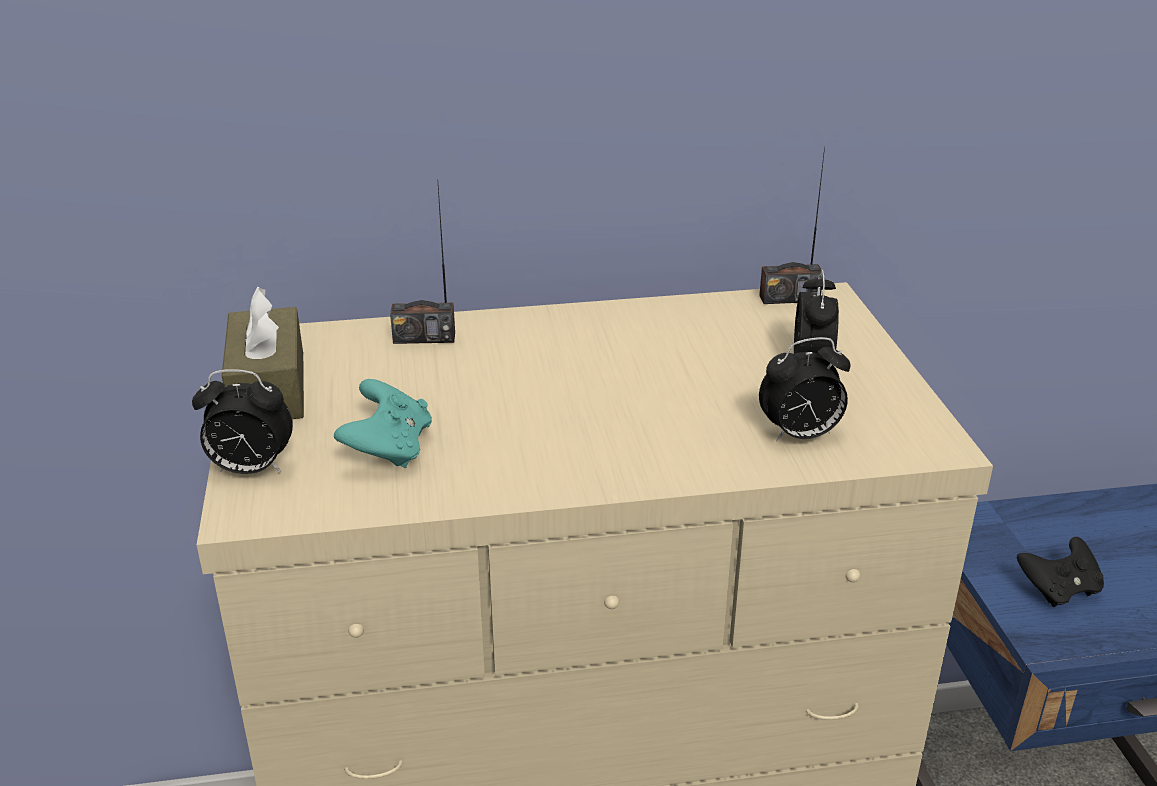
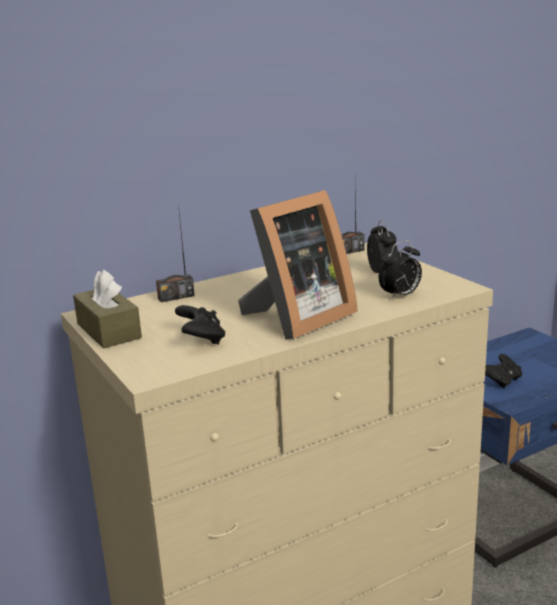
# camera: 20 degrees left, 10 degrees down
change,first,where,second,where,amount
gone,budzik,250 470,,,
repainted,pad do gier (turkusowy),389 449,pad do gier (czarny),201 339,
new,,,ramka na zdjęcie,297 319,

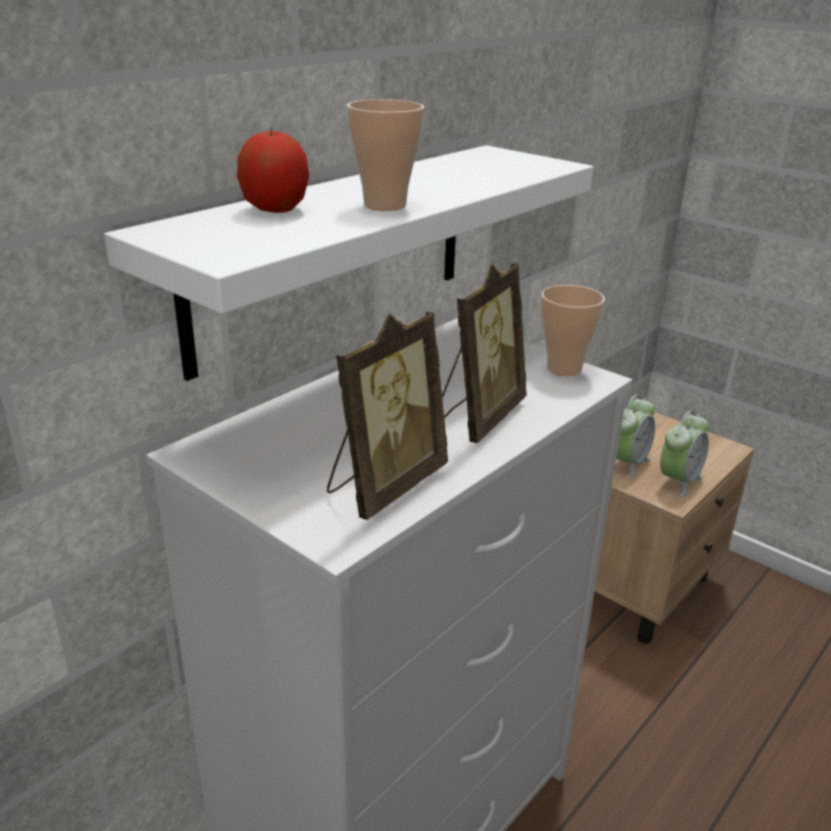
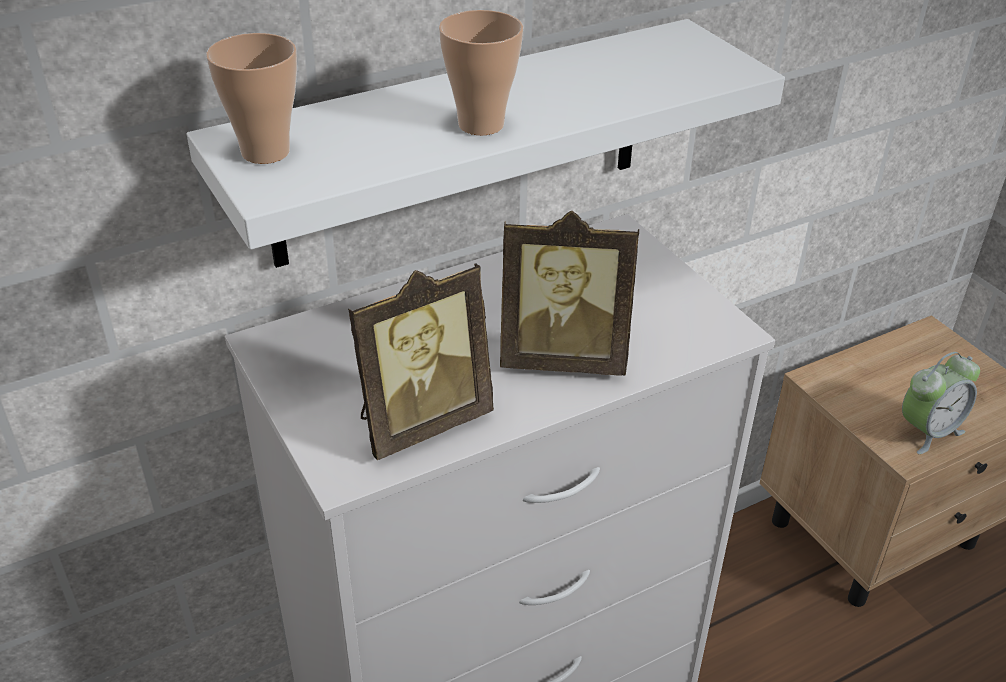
# camera: 20 degrees right, 10 degrees up
change,first,where,second,where,amount
gone,jabłko,275 209,,,
rotated,ramka na zdjęcie,477 417,,563 358,45 degrees clockwise
shifted,filiżanka,564 368,,265 152,
gone,budzik,627 463,,,

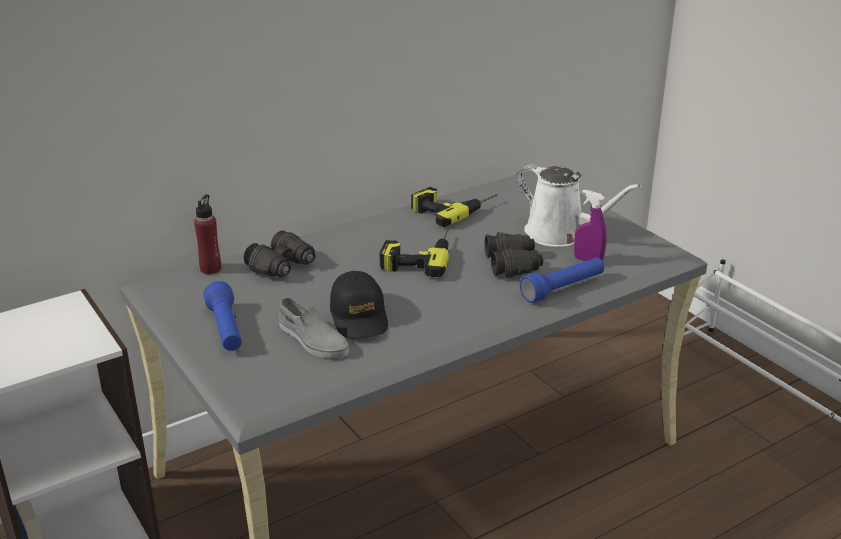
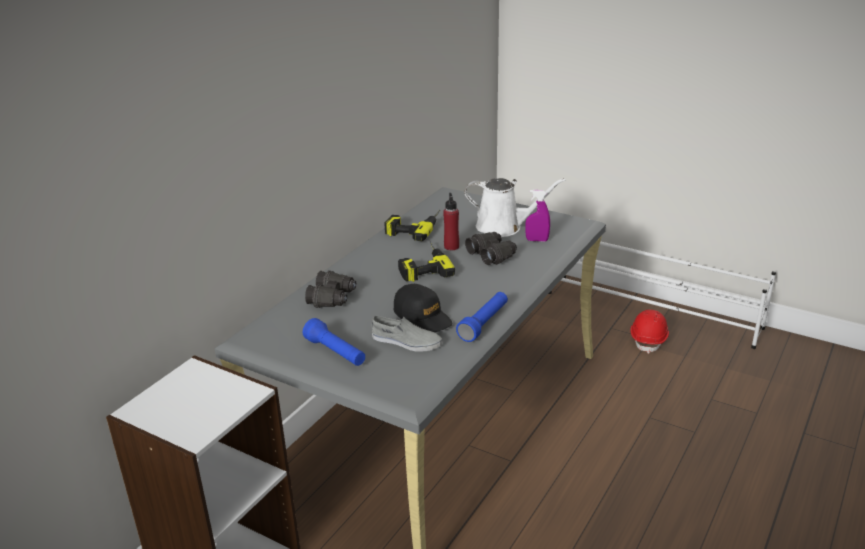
# camera: 25 degrees left, 0 degrees up
change,first,where,second,where,amount
shifted,butelka (czerwony),211 269,,451 246,
shifted,latarka (niebieski),563 289,,484 323,
new,,,kask (czerwony),649 339,

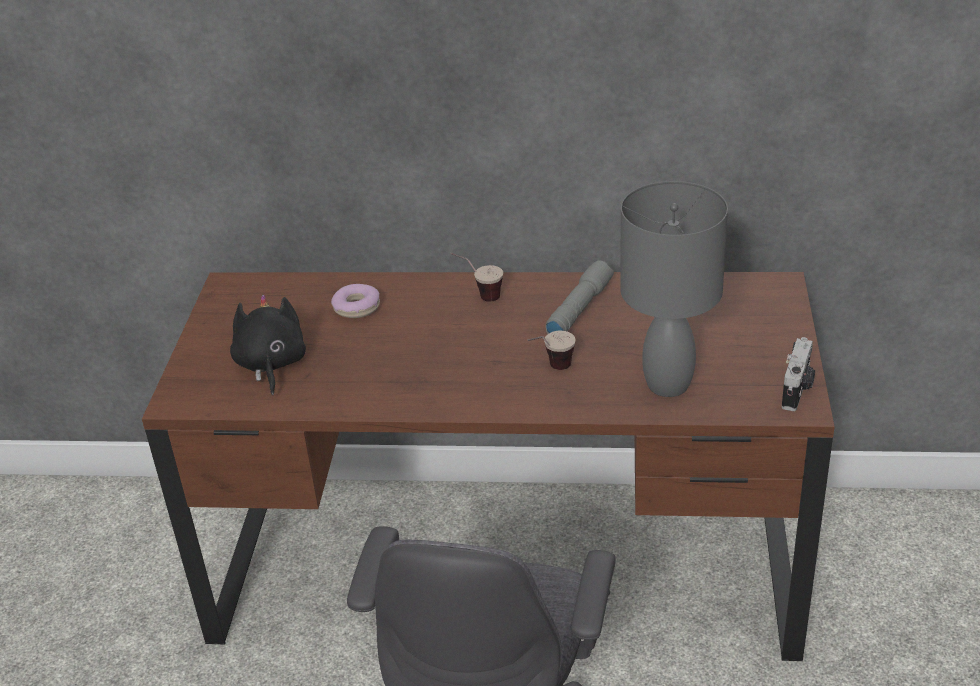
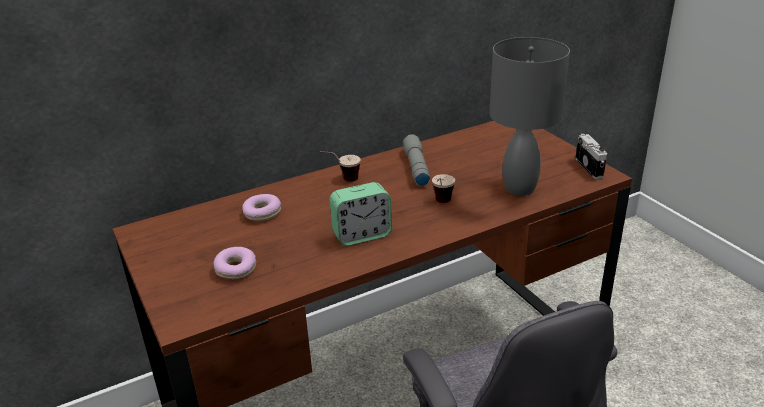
# camera: 35 degrees left, 5 degrees down
change,first,where,second,where,amount
swapped,pluszak (czarny),271 365,donut,235 269,
new,,,budzik,362 235,

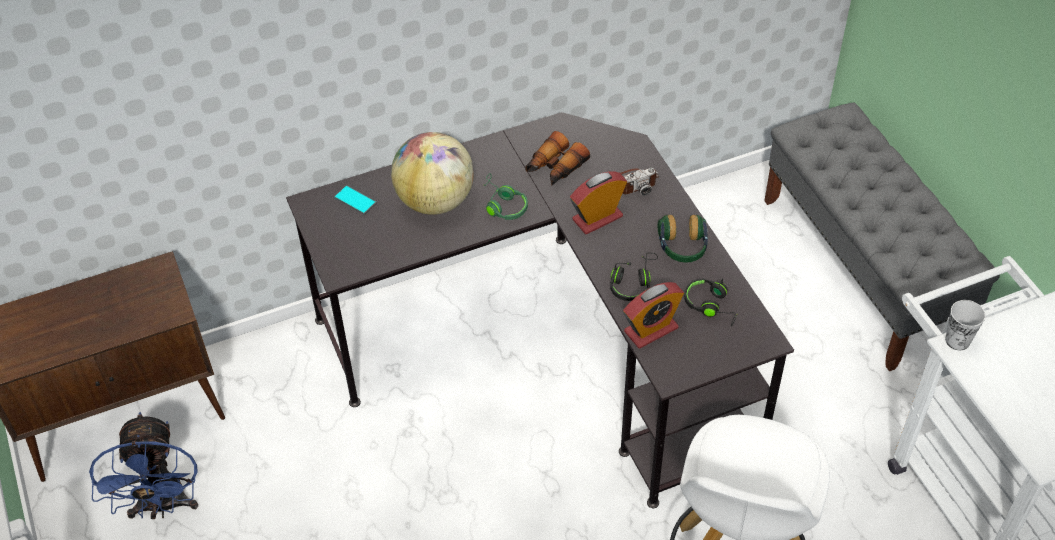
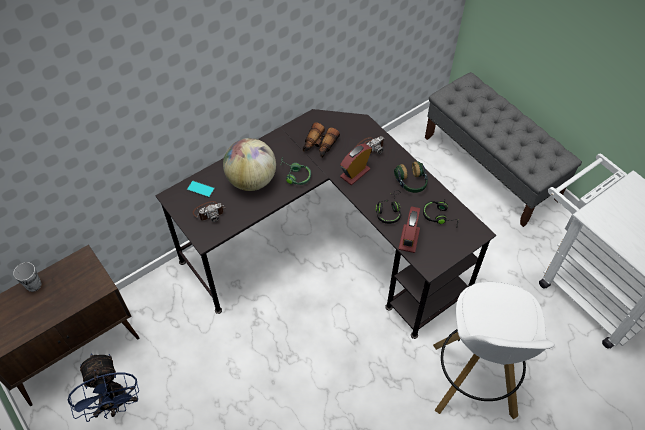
# camera: 15 degrees left, 5 degrees up
change,first,where,second,where,amount
rotated,budzik,651 330,,409 239,150 degrees clockwise
shifted,filiżanka,957 340,,33 285,
new,,,aparat fotograficzny,209 212,

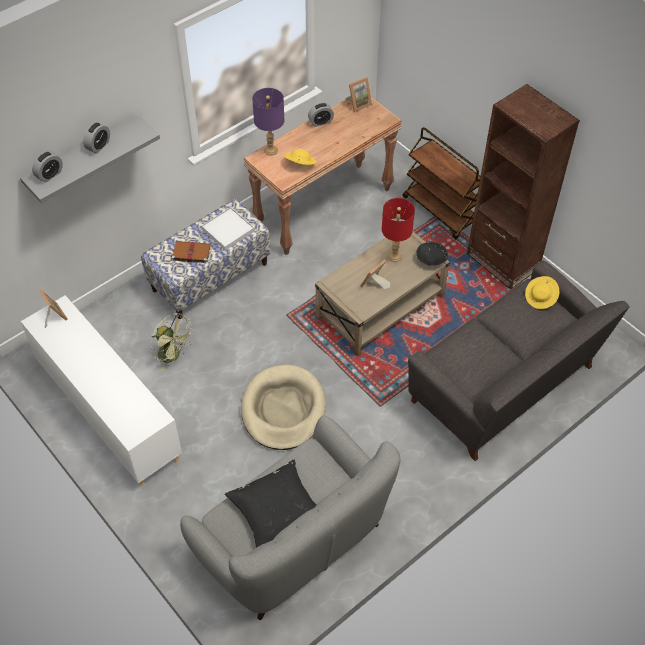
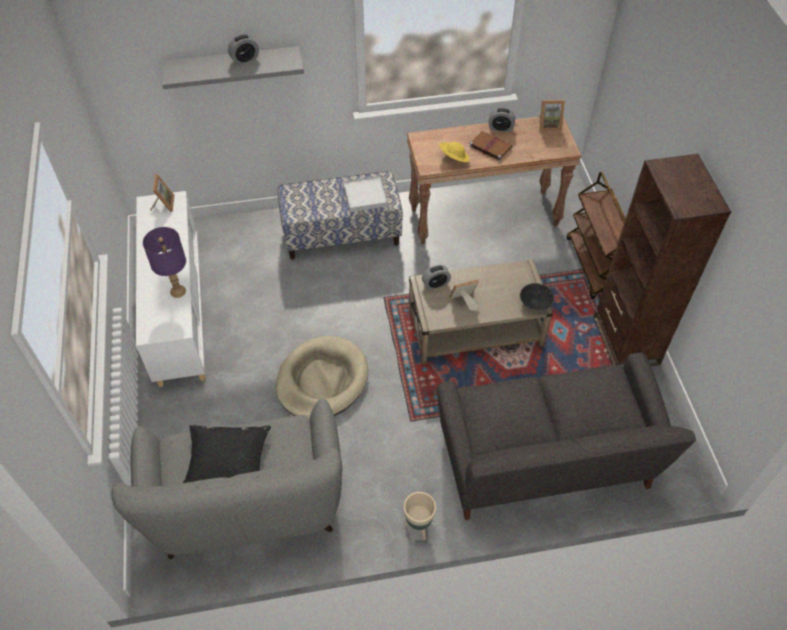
# camera: 30 degrees right, 0 degrees up
change,first,where,second,where,amount
shifted,budzik,49 175,,435 284,
gone,wentylator (zielony),173 355,,,
shifted,książka (brązowy),190 253,,489 146,
shifted,lampa stołowa (fioletowy),270 150,,177 291,
gone,lampa stołowa (czerwony),394 257,,,
gone,kapelusz (żółty),541 298,,,
new,,,donica (beżowy),418 526,

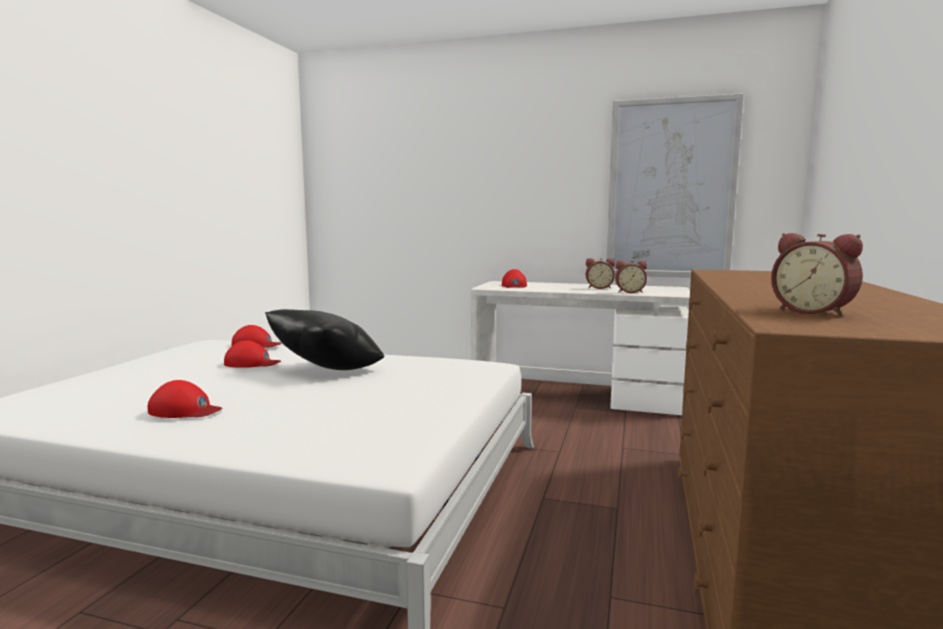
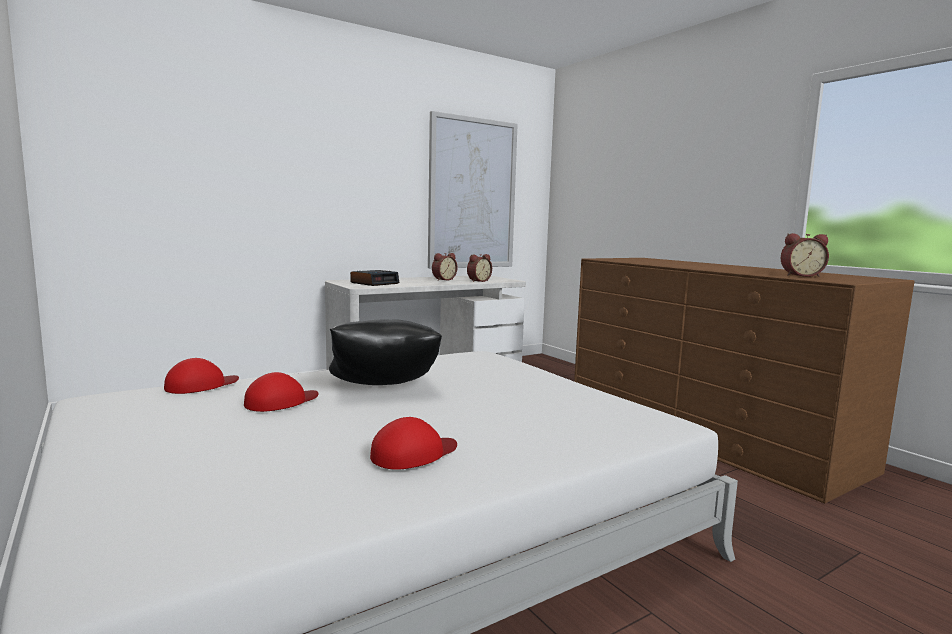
# camera: 50 degrees left, 0 degrees up
change,first,where,second,where,amount
swapped,czapka z daszkiem (czerwony),514 286,budzik,375 283,

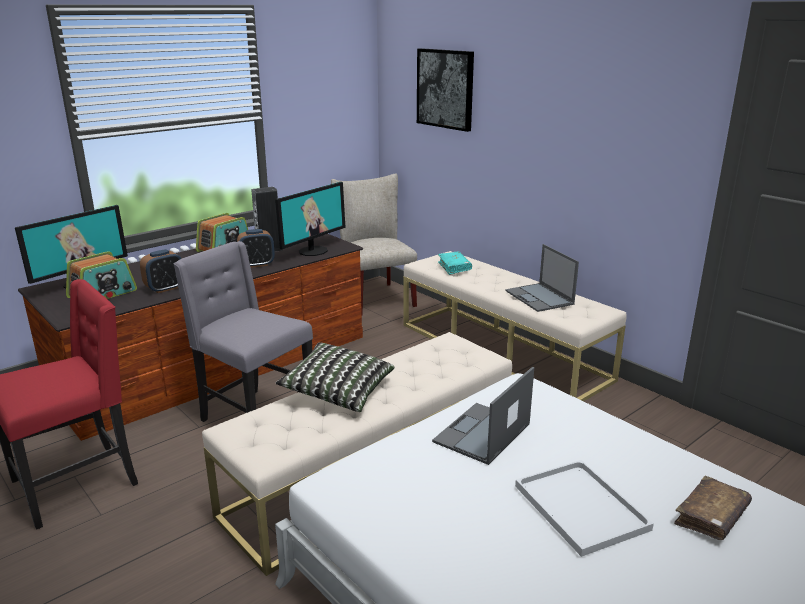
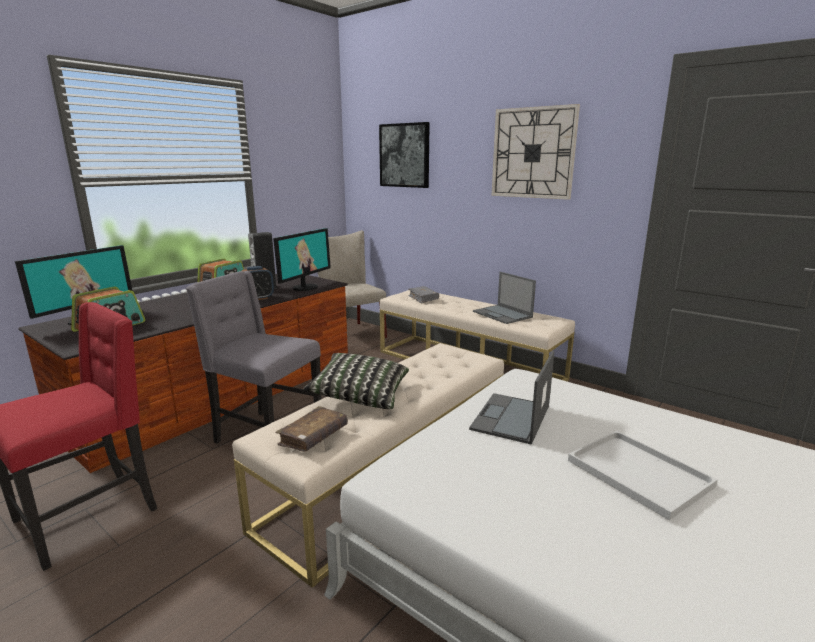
# camera: 10 degrees left, 5 degrees down
change,first,where,second,where,amount
gone,budzik,165 288,,,
repainted,książka (turkusowy),454 267,książka (szary),423 298,
shifted,książka (brązowy),711 517,,313 437,
new,,,zegar ścienny,533 153,

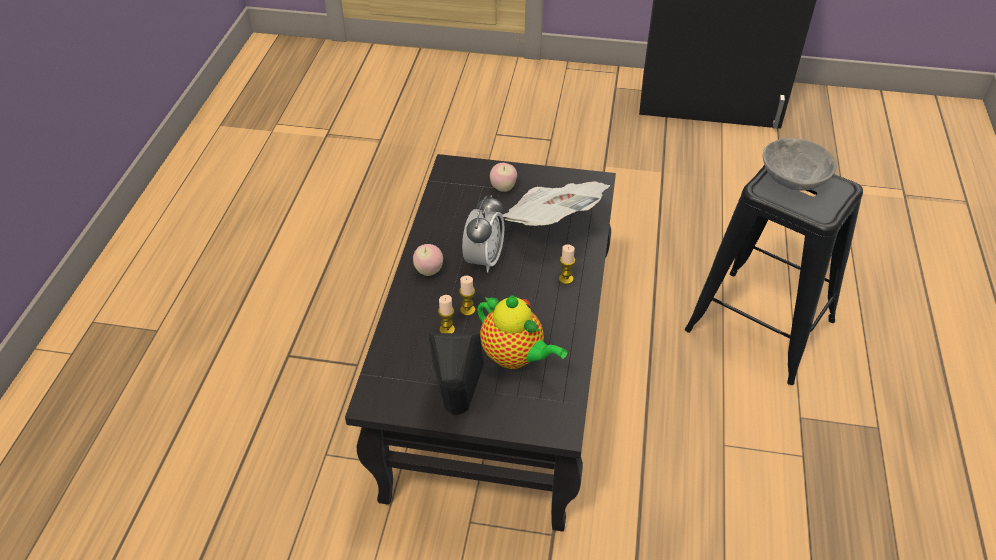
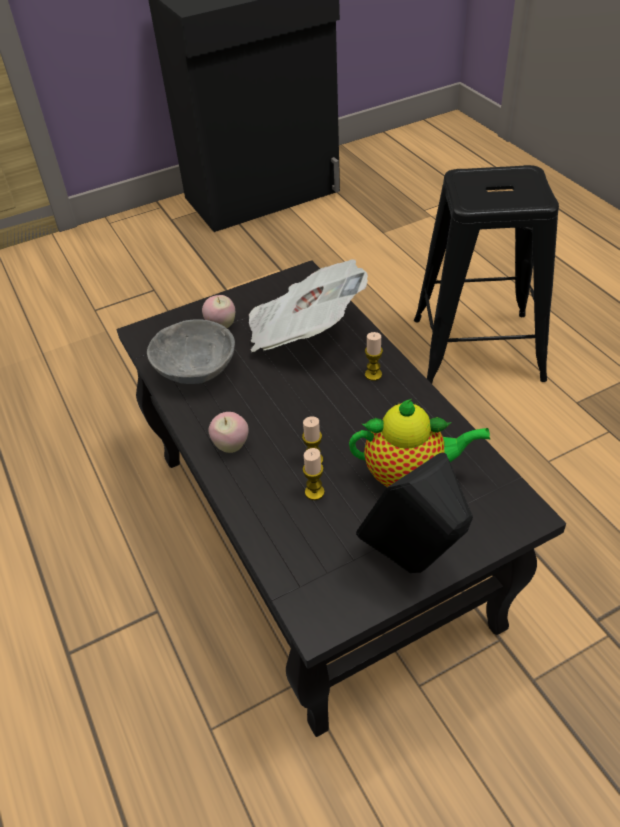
# camera: 35 degrees left, 0 degrees up
change,first,where,second,where,amount
gone,budzik,484 259,,,
shifted,miska (szary),792 179,,194 370,

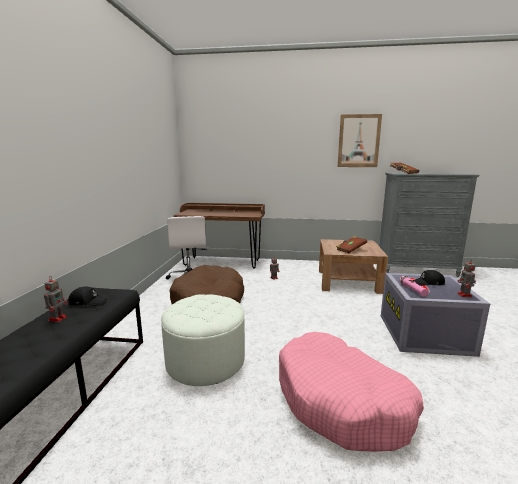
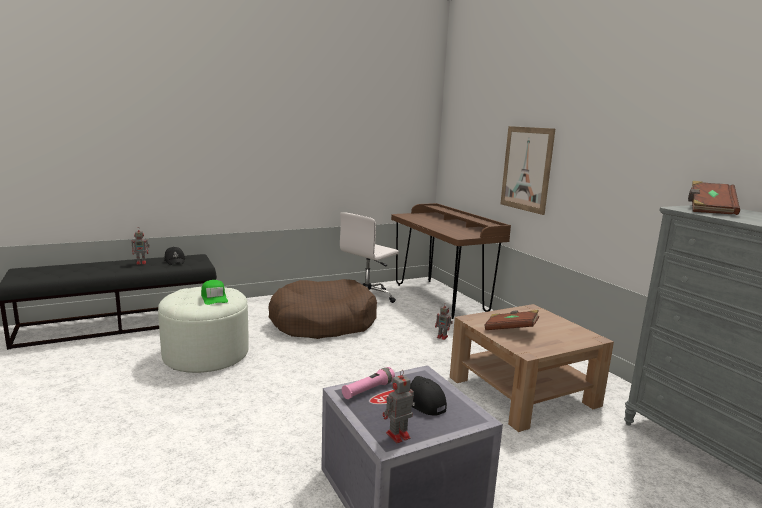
# camera: 55 degrees right, 0 degrees up
change,first,where,second,where,amount
gone,legowisko (różowy),341 401,,,
shifted,obraz,359 141,,526 169,
new,,,czapka z daszkiem (zielony),214 297,

